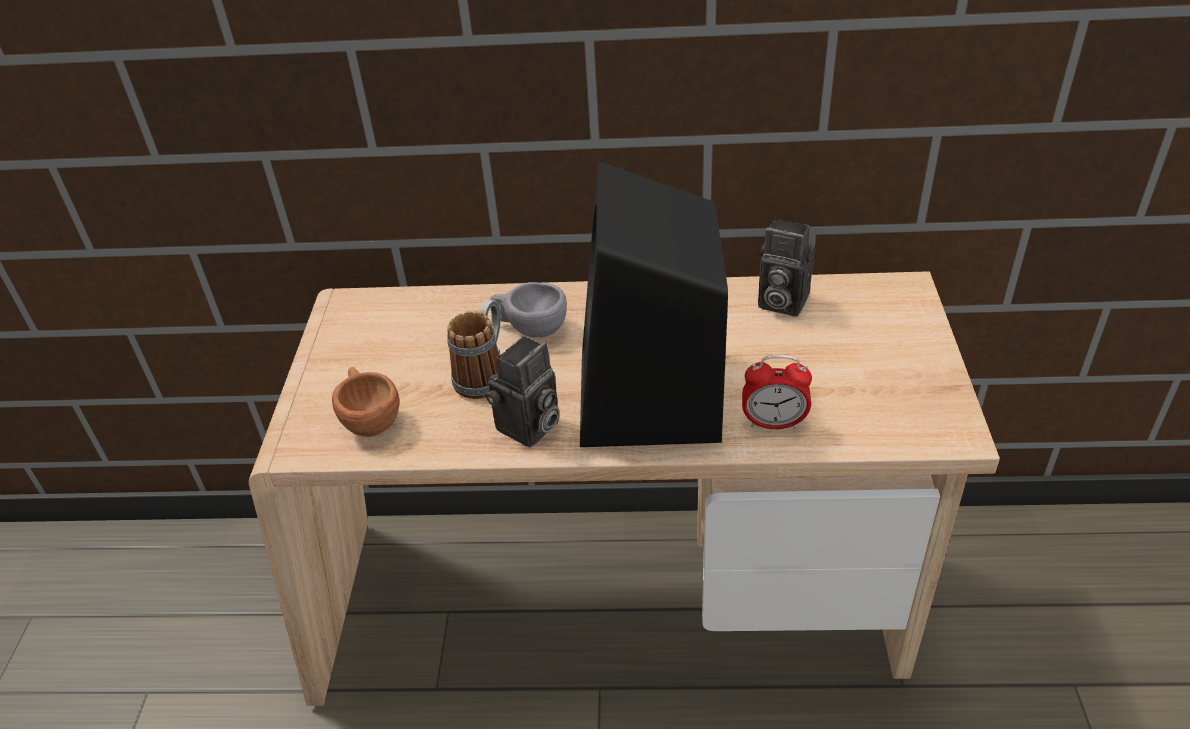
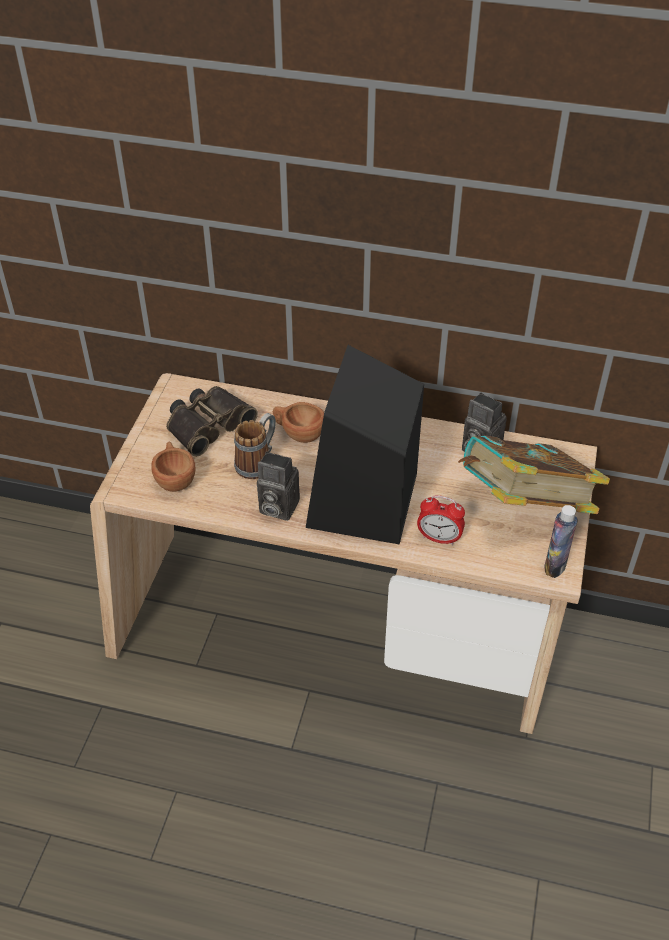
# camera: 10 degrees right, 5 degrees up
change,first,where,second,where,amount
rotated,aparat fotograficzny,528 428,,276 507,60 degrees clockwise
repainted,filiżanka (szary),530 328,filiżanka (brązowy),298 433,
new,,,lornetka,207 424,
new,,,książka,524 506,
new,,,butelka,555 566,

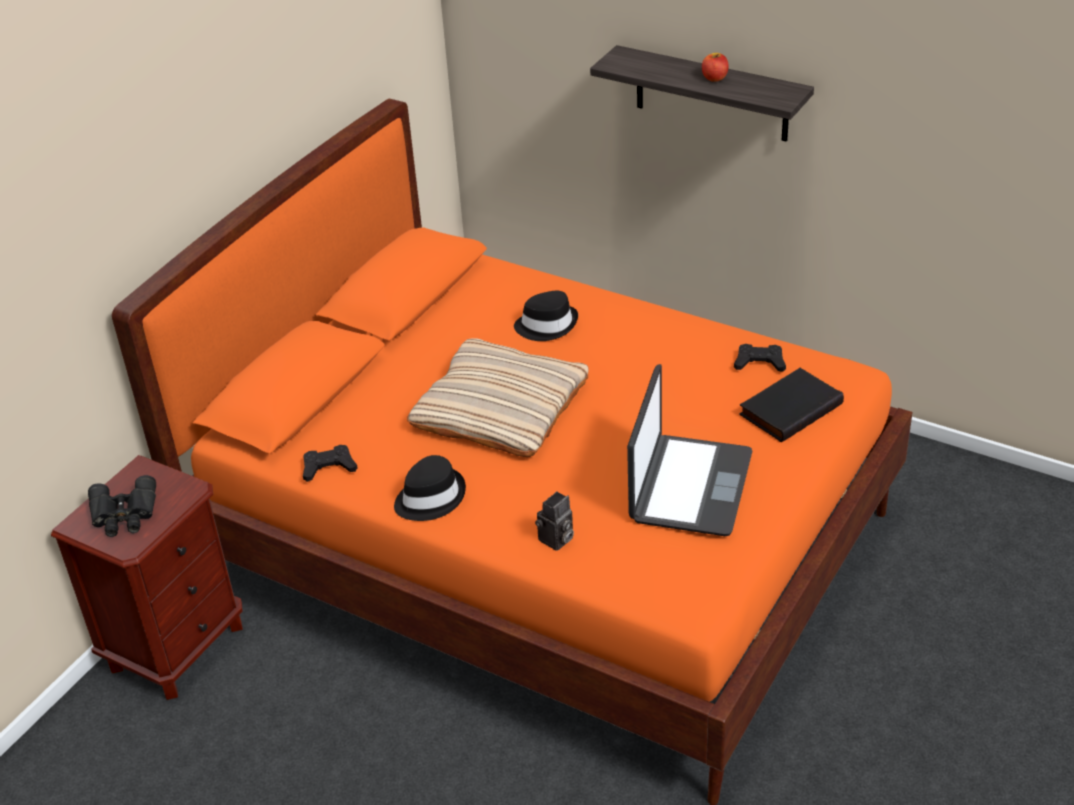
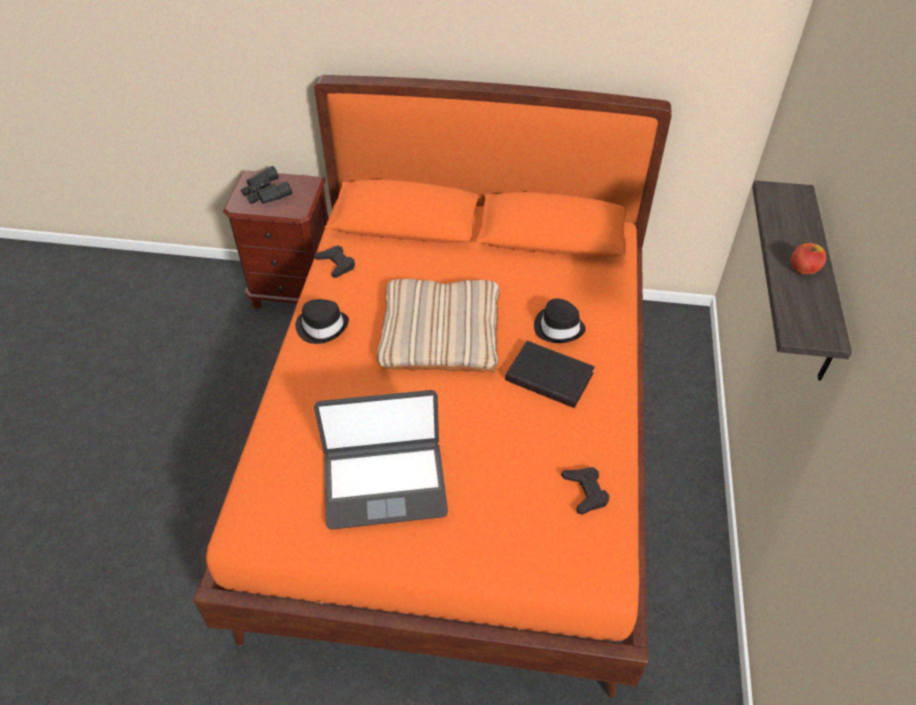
# camera: 65 degrees right, 10 degrees up
change,first,where,second,where,amount
gone,aparat fotograficzny,556 540,,,
shifted,książka (czarny),789 408,,550 376,

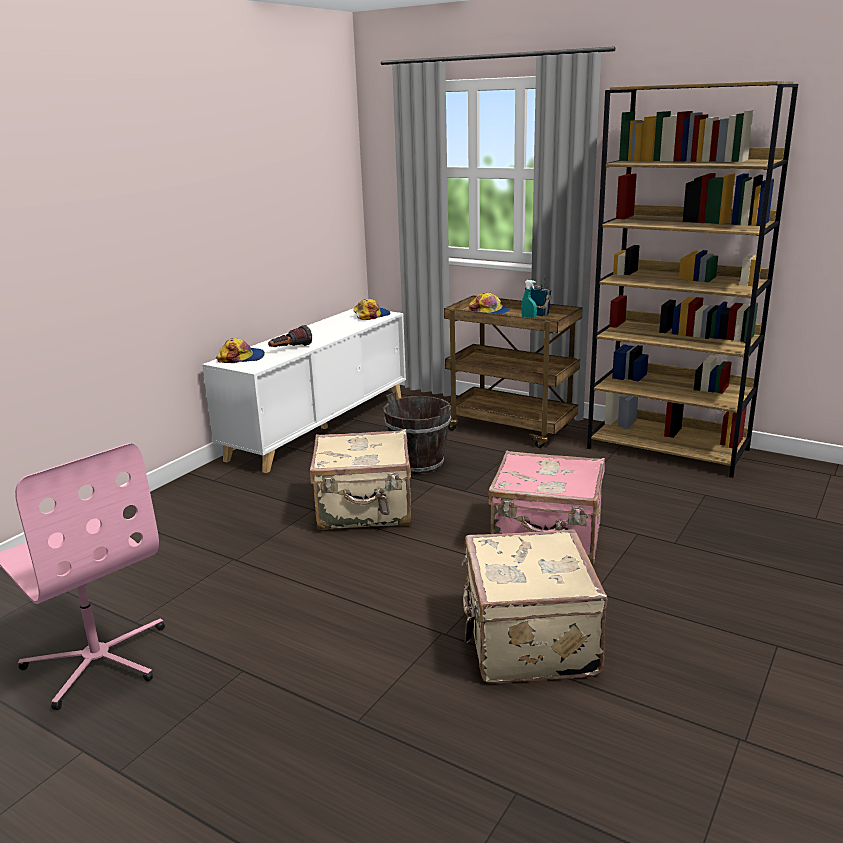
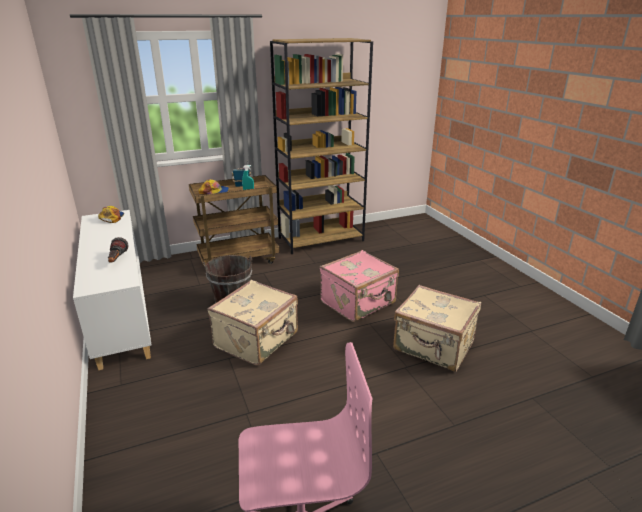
# camera: 55 degrees left, 5 degrees up
change,first,where,second,where,amount
gone,czapka z daszkiem,241 358,,,

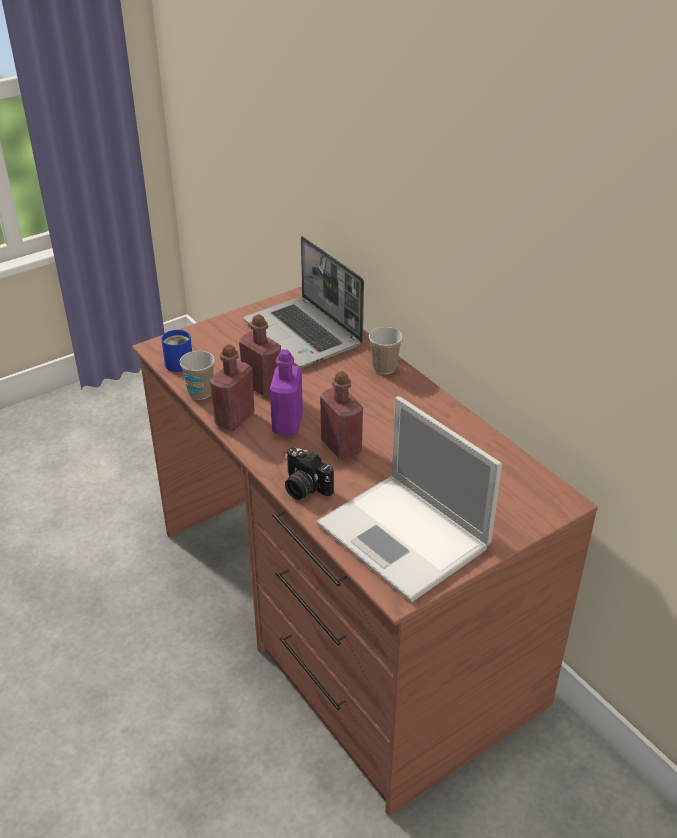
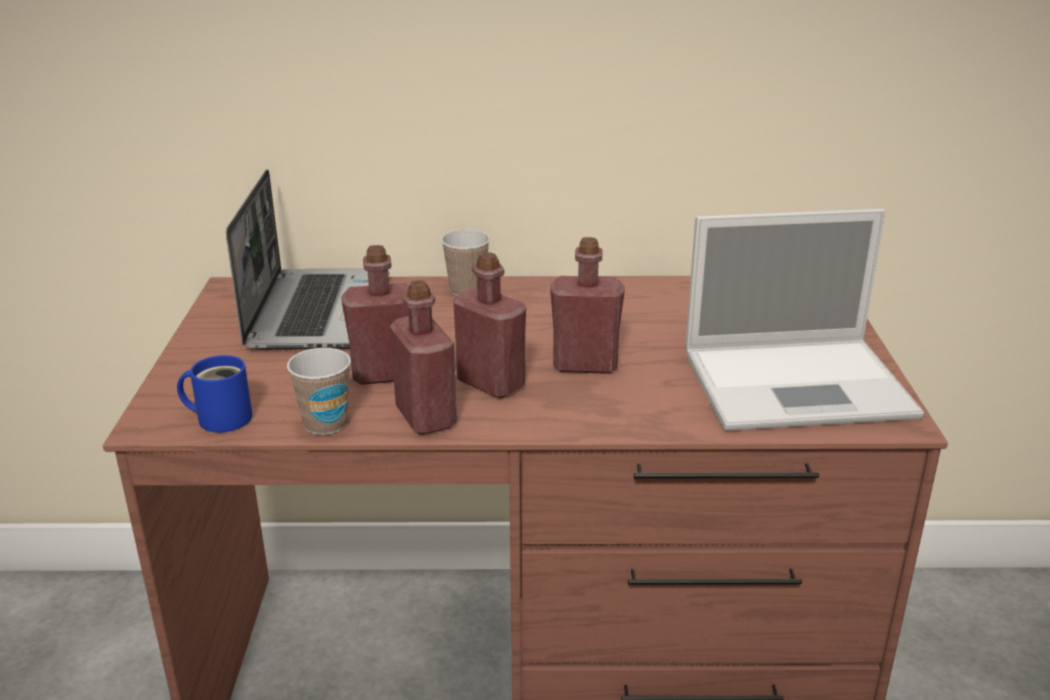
# camera: 55 degrees left, 10 degrees down
change,first,where,second,where,amount
rotated,laptop,304 334,,317 311,90 degrees counterclockwise
repainted,butelka (fioletowy),287 423,butelka (czerwony),491 383,
gone,aparat fotograficzny,304 488,,,

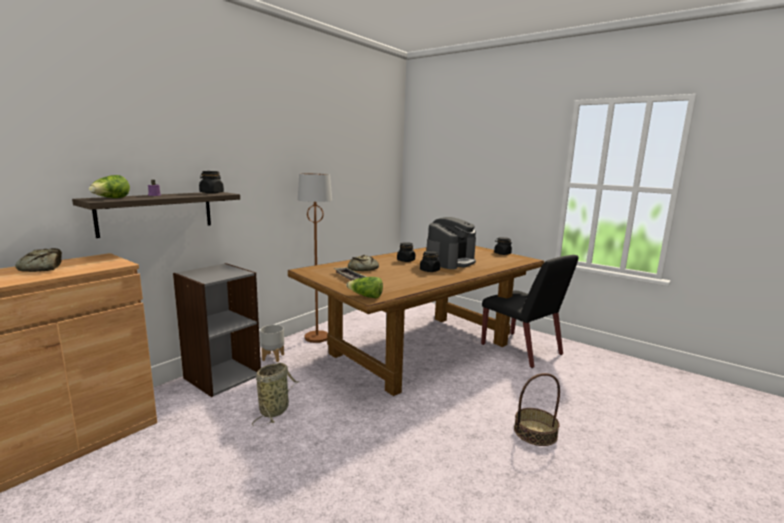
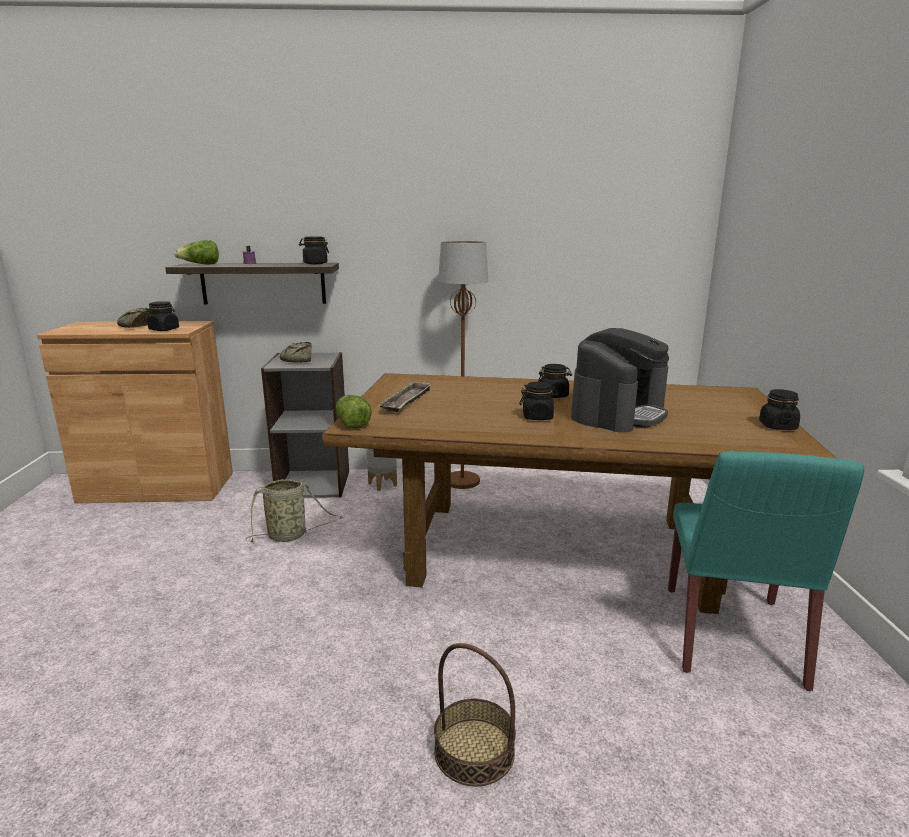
# camera: 50 degrees right, 5 degrees up
change,first,where,second,where,amount
shifted,chleb,362 268,,298 359,
rotated,ekspres do kawy,450 261,,618 414,45 degrees counterclockwise
repainted,krzesło (czarny),522 350,krzesło (turkusowy),732 636,
new,,,słoik (czarny),164 329,

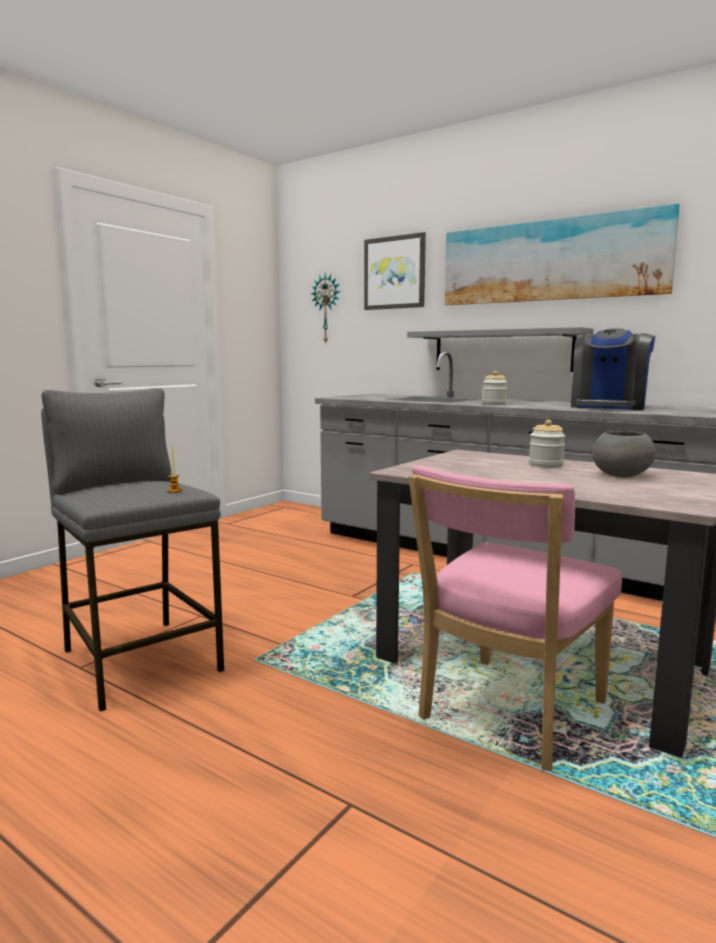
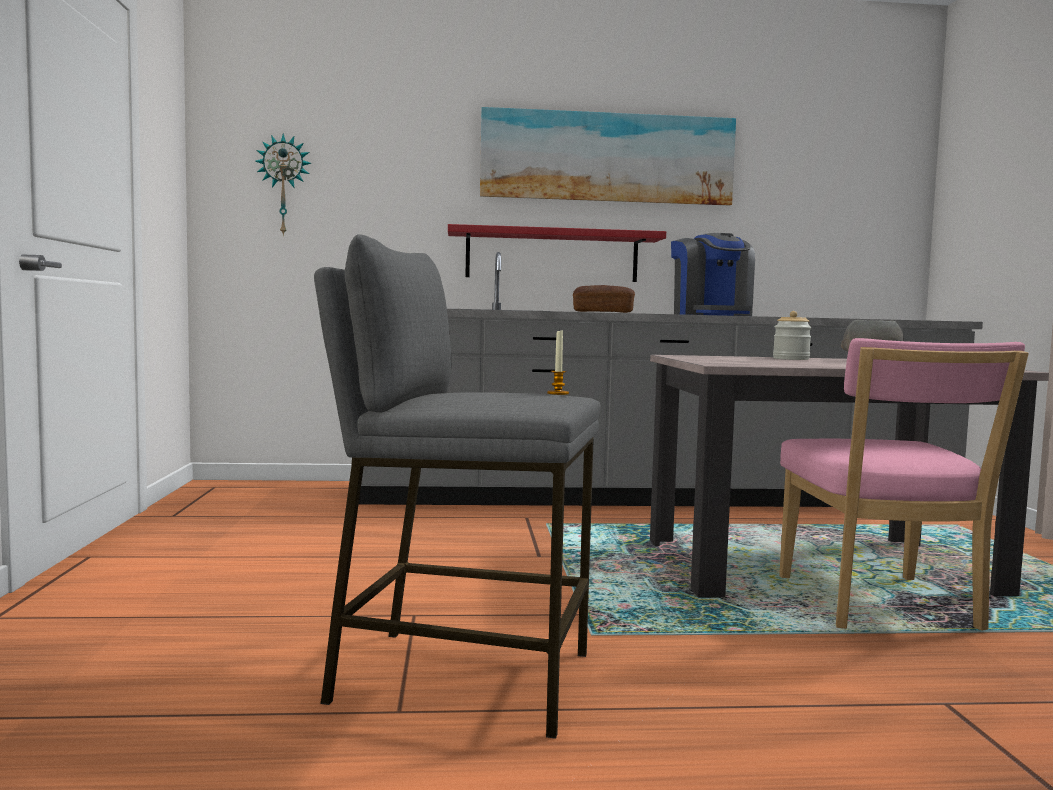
# camera: 40 degrees left, 5 degrees down
change,first,where,second,where,amount
gone,obraz,395 273,,,
repainted,półka (szary),502 350,półka (czerwony),552 256,
swapped,słoik,494 404,chleb,603 312,

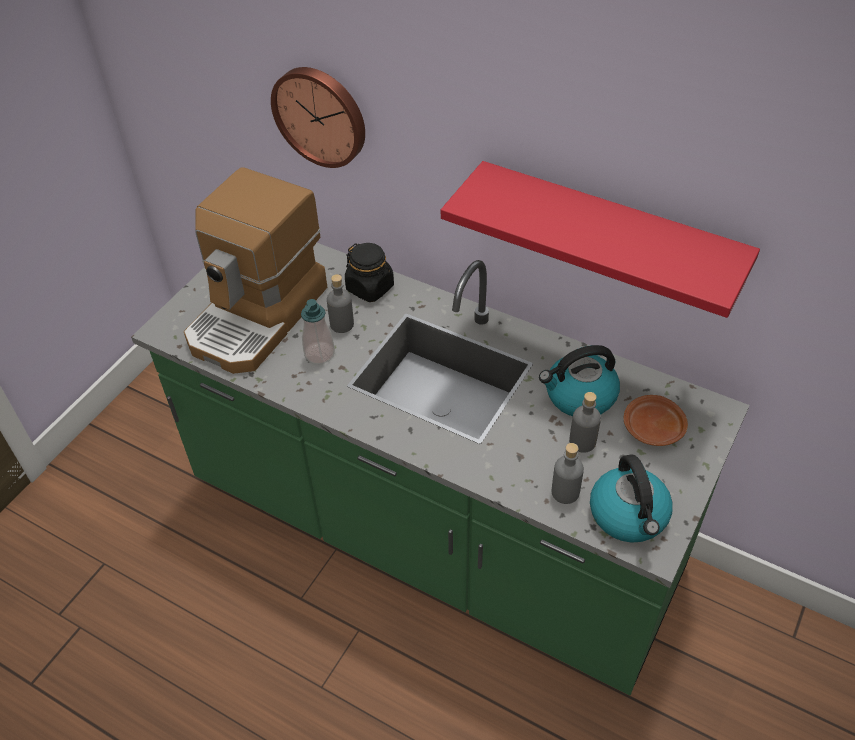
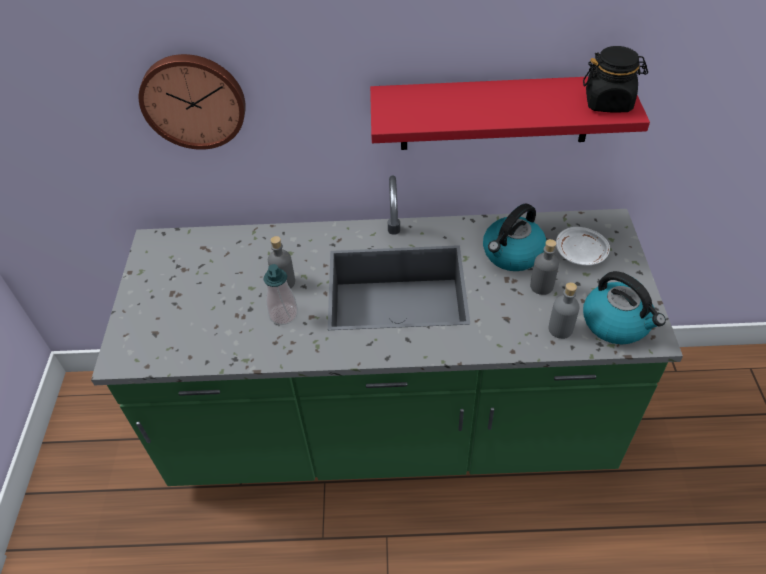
# camera: 30 degrees left, 0 degrees up
change,first,where,second,where,amount
gone,ekspres do kawy,259 317,,,
shifted,słoik (czarny),370 288,,608 102,
repainted,talerz (brązowy),653 428,talerz (biały),581 253,

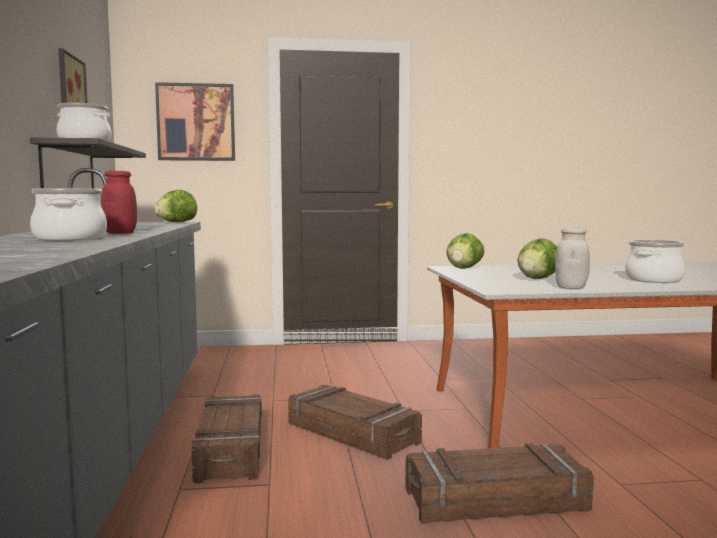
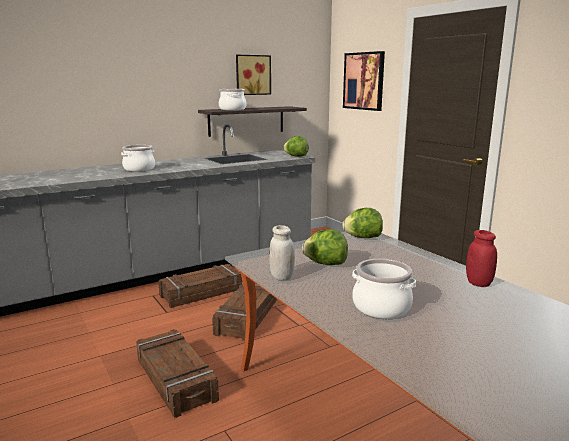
# camera: 65 degrees right, 10 degrees up
change,first,where,second,where,amount
shifted,słoik (czerwony),120 233,,478 283,

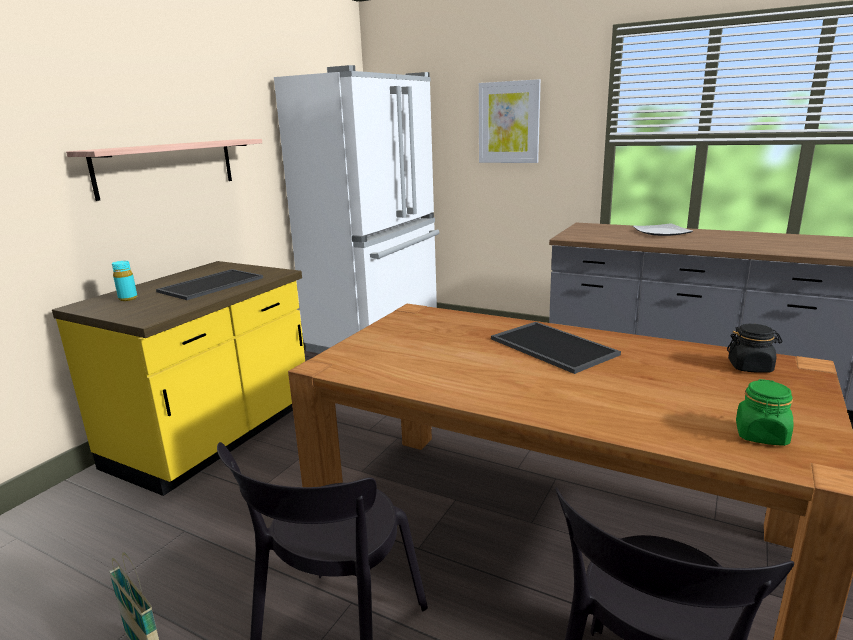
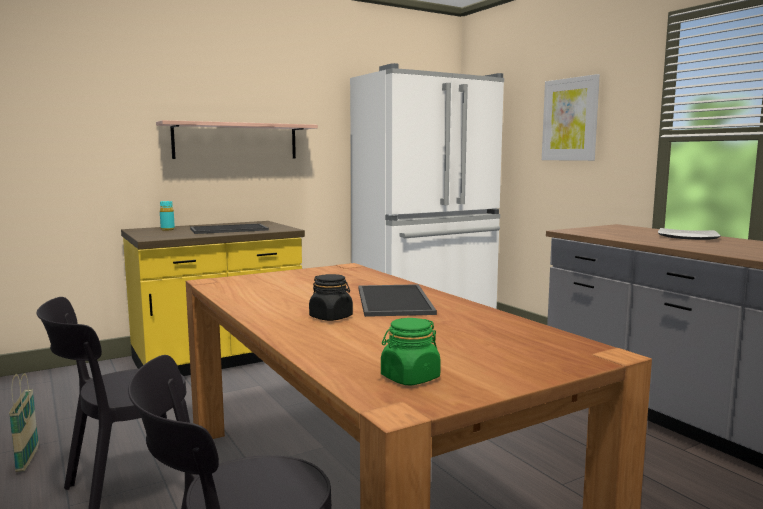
# camera: 30 degrees right, 10 degrees down
change,first,where,second,where,amount
shifted,słoik (czarny),750 367,,331 317,

